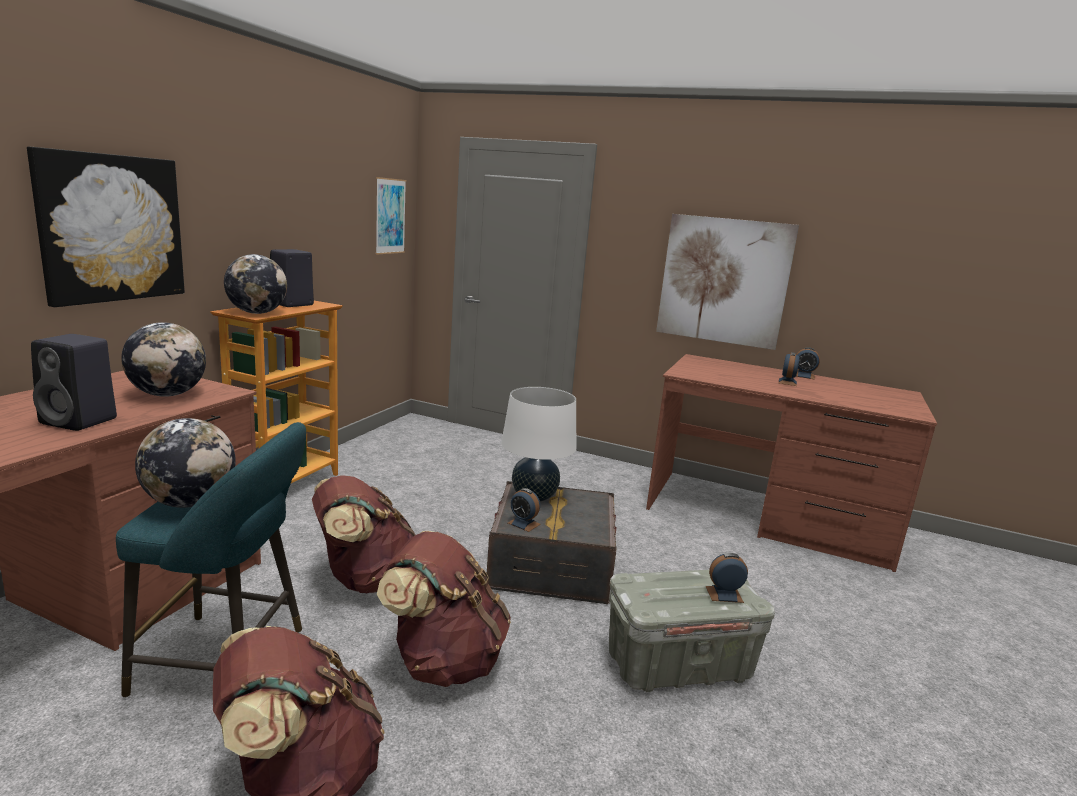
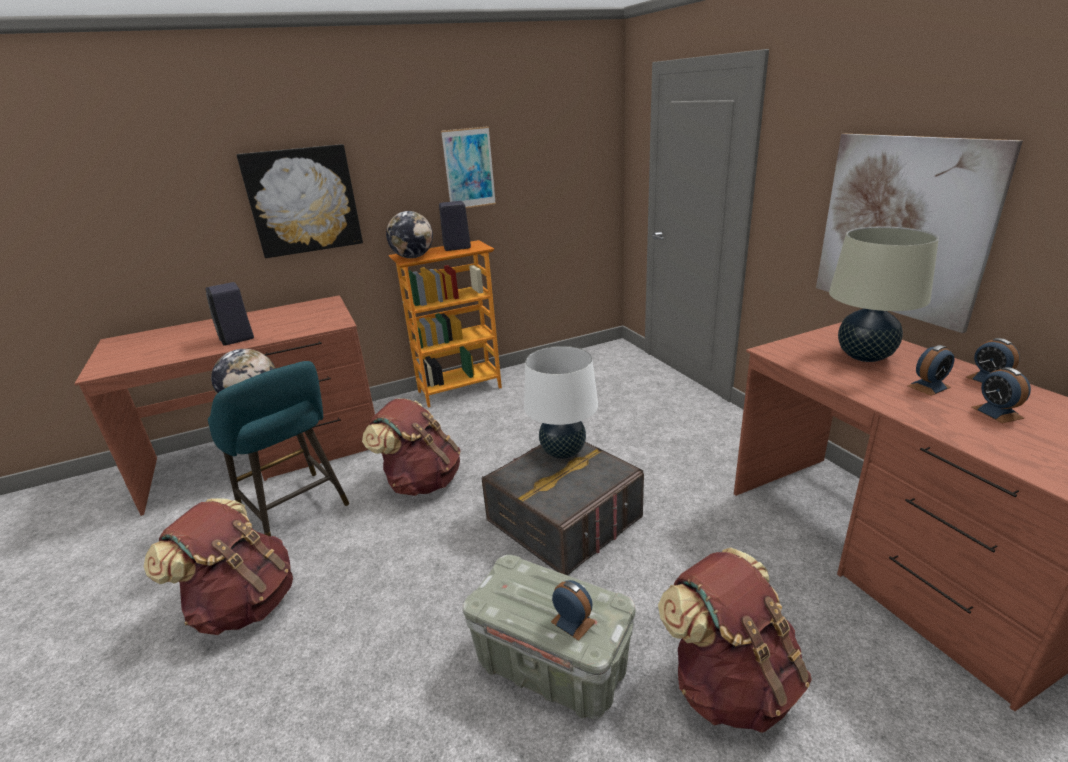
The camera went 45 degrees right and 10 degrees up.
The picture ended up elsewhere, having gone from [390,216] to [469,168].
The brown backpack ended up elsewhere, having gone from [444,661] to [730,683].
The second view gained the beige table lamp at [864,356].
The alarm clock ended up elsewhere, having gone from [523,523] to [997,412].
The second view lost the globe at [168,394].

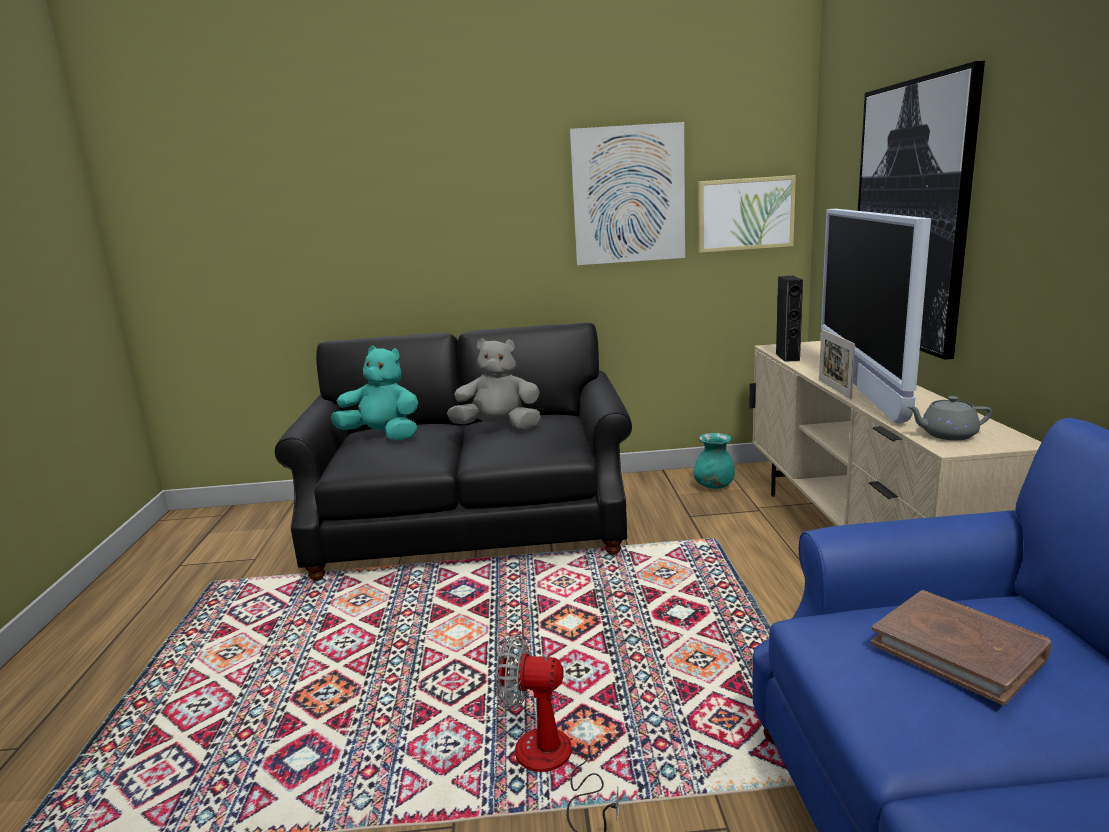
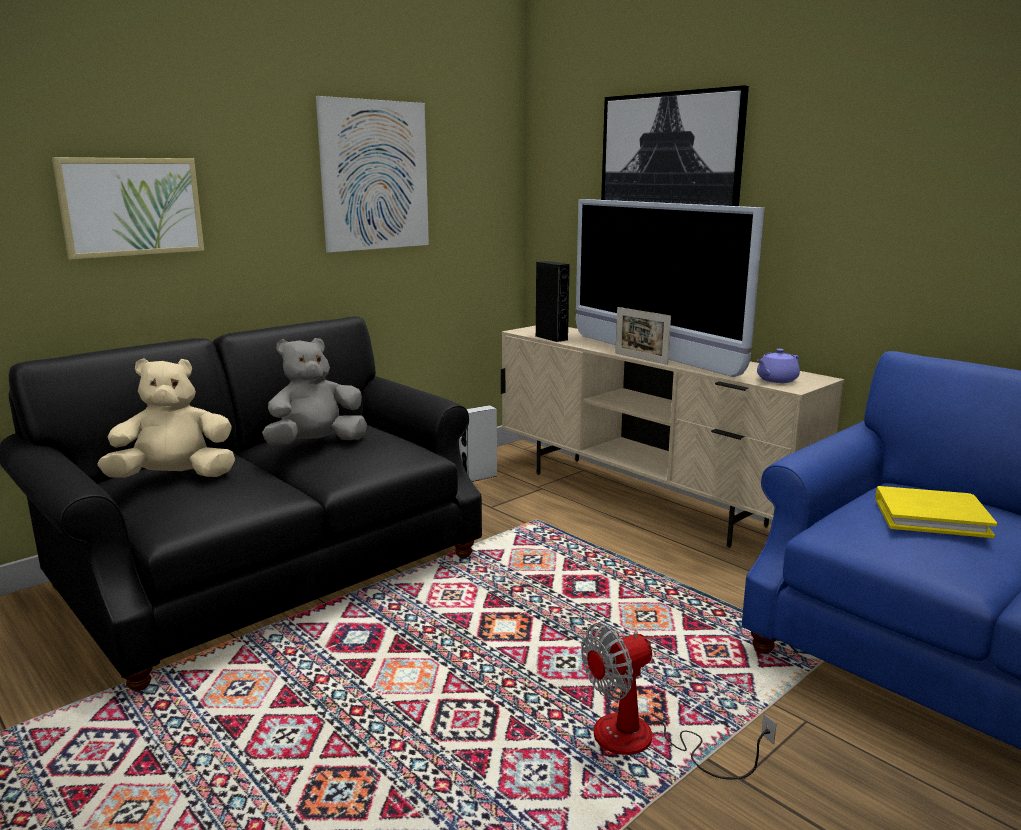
The camera went 40 degrees left and 0 degrees up.
The picture ended up elsewhere, having gone from [745,214] to [131,207].
What was the turquoise plush toy at [383,436] turned into the beige plush toy at [175,478].
Where the turquoise vase stood at [713,486], the grey speaker came to stand at [479,477].
What was the grey teapot at [947,435] turned into the purple teapot at [776,380].
What was the brown book at [958,649] turned into the yellow book at [931,517].

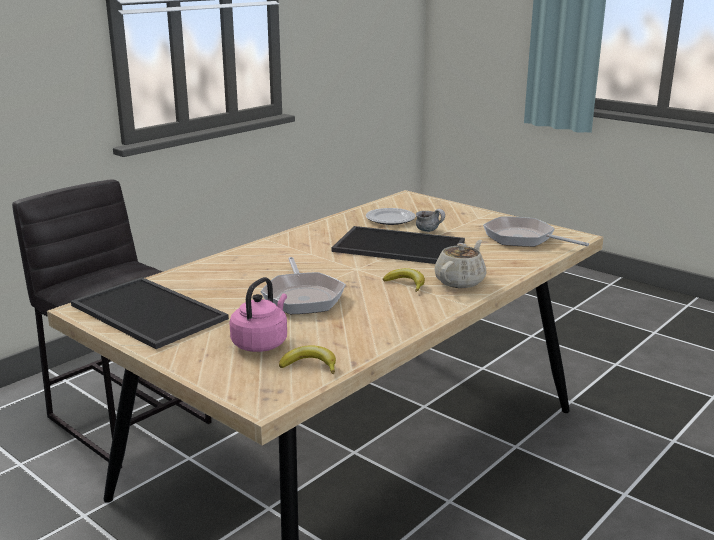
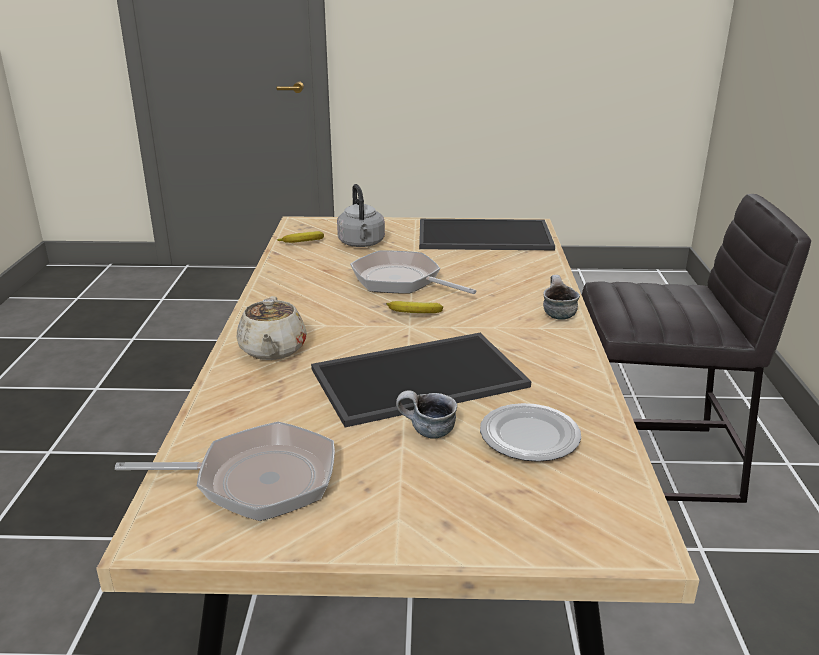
The camera went 140 degrees right and 5 degrees up.
What was the pink kettle at [261,343] turned into the grey kettle at [361,244].
The banana ended up elsewhere, having gone from [406,284] to [414,313].
The second view gained the mug at [556,314].

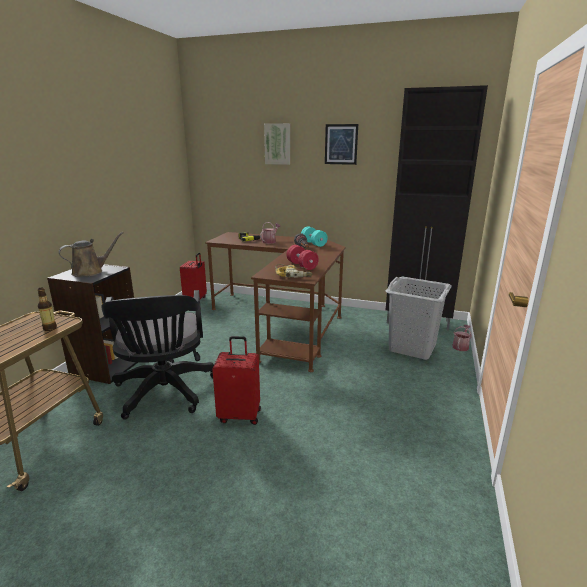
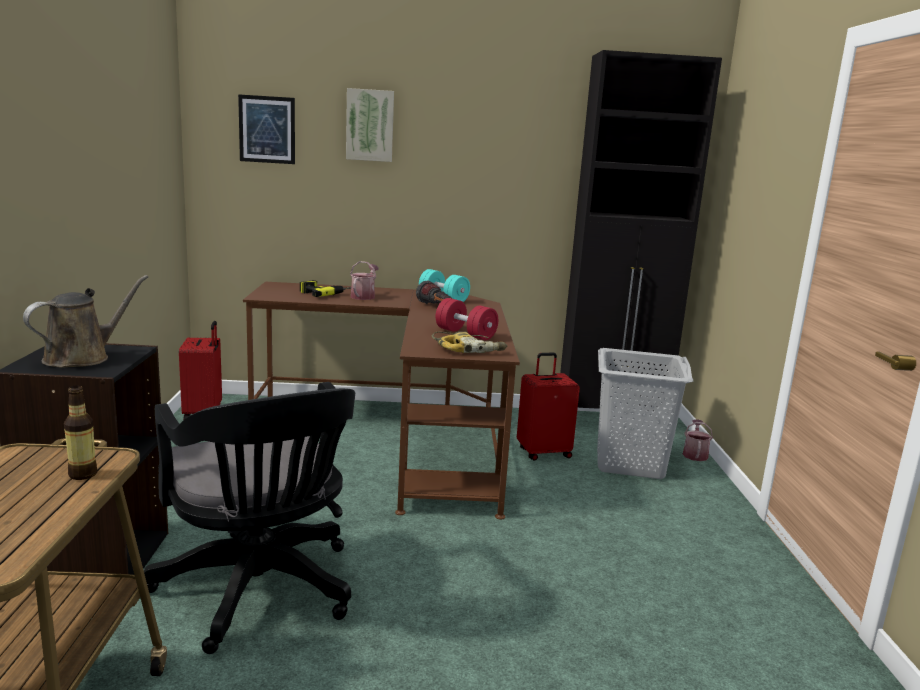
The camera went 20 degrees left and 5 degrees down.
The picture ended up elsewhere, having gone from [341,144] to [267,129].
The red suitcase ended up elsewhere, having gone from [240,415] to [543,452].

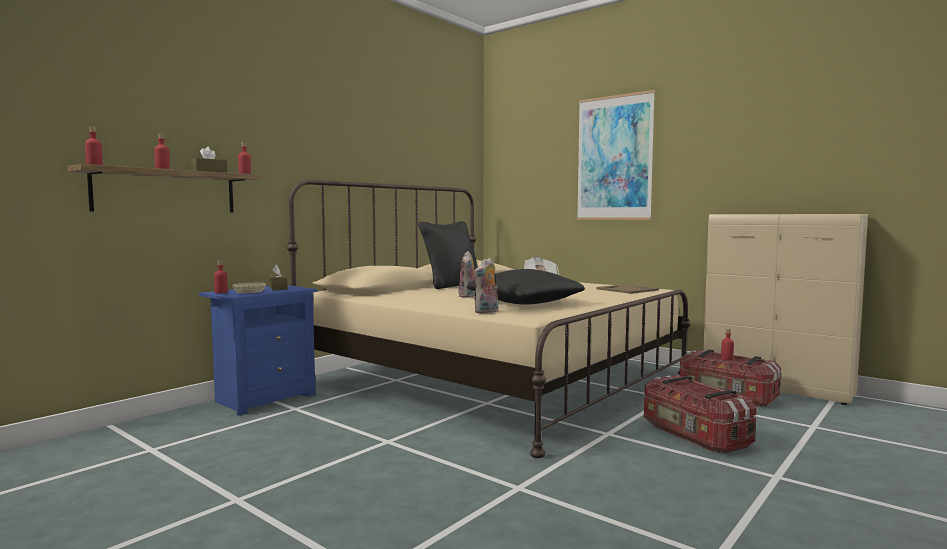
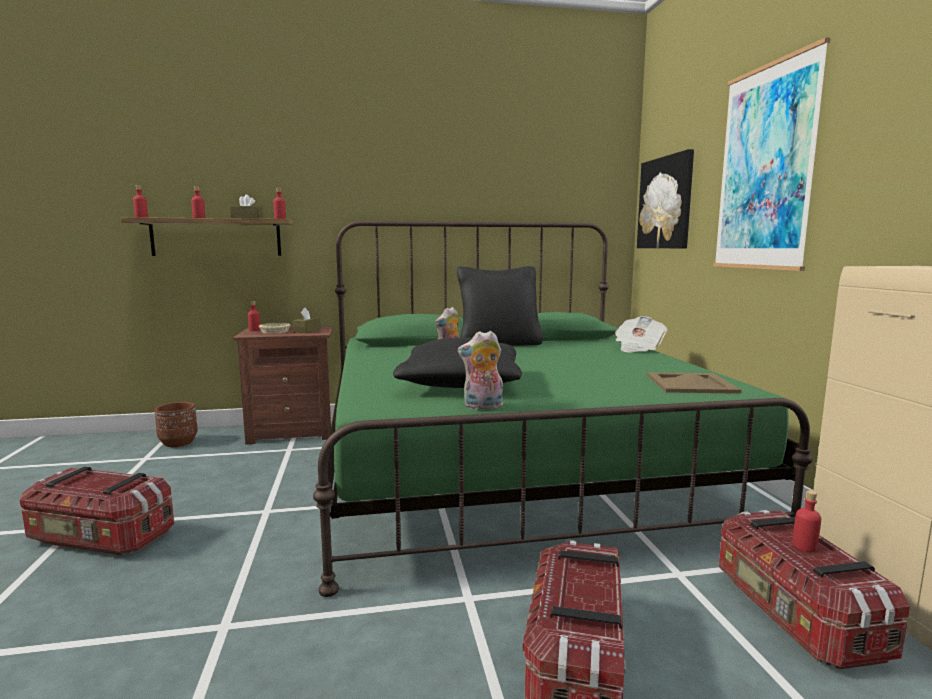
The camera went 40 degrees right and 5 degrees up.
The second view gained the storage box at [100,538].
The second view gained the brown planter at [178,443].
What was the blue nightstand at [263,398] turned into the brown nightstand at [293,432].
What was the beige bed at [493,379] turned into the green bed at [511,467].
The plush toy ended up elsewhere, having gone from [486,312] to [482,407].
The second view gained the picture at [665,203].

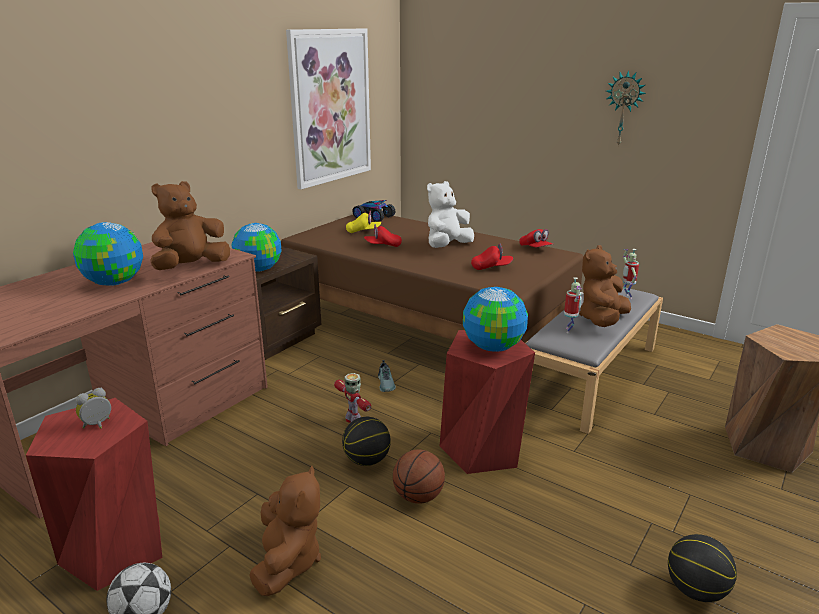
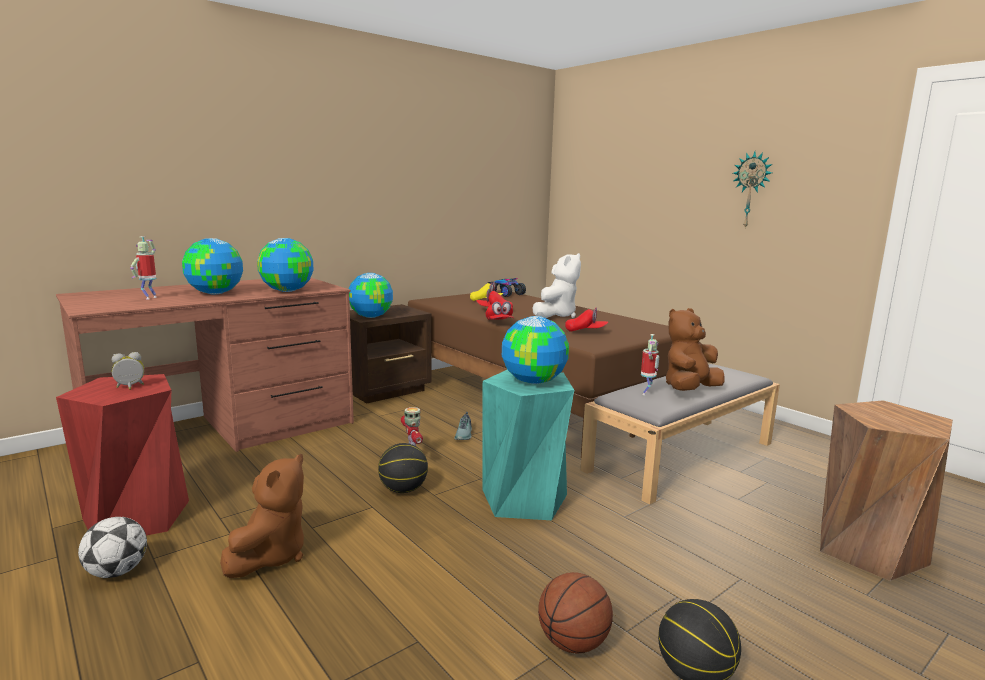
The camera went 15 degrees right and 10 degrees down.
The toy robot ended up elsewhere, having gone from [626,297] to [149,298].
Where the brown plush toy stood at [191,267], the globe came to stand at [287,291].
What was the red stool at [482,449] turned into the turquoise stool at [524,499].
The red cap ended up elsewhere, having gone from [535,248] to [499,322].
The white plush toy at [447,246] ended up facing another way, 150 degrees clockwise from before.
The basketball ended up elsewhere, having gone from [418,497] to [572,643].
The second view lost the picture at [330,107].

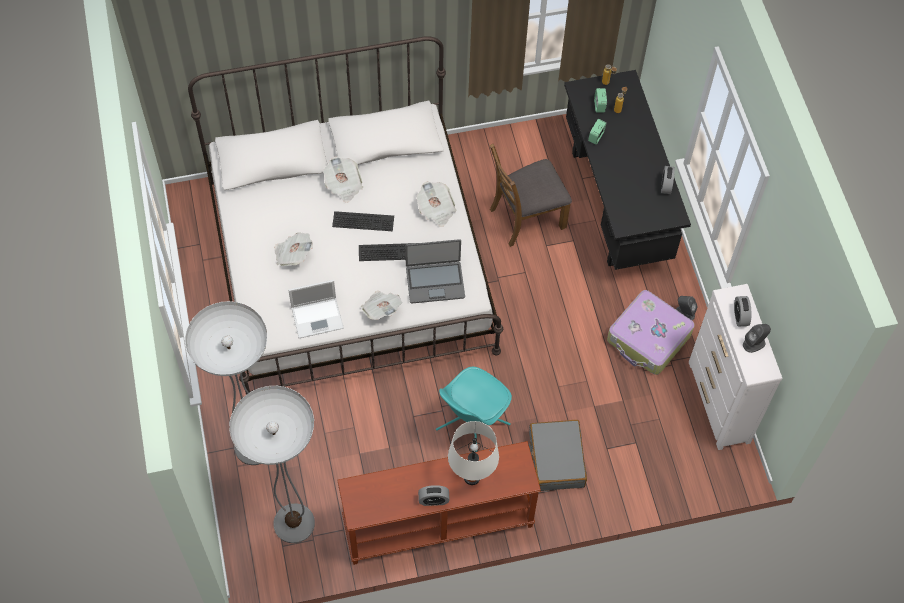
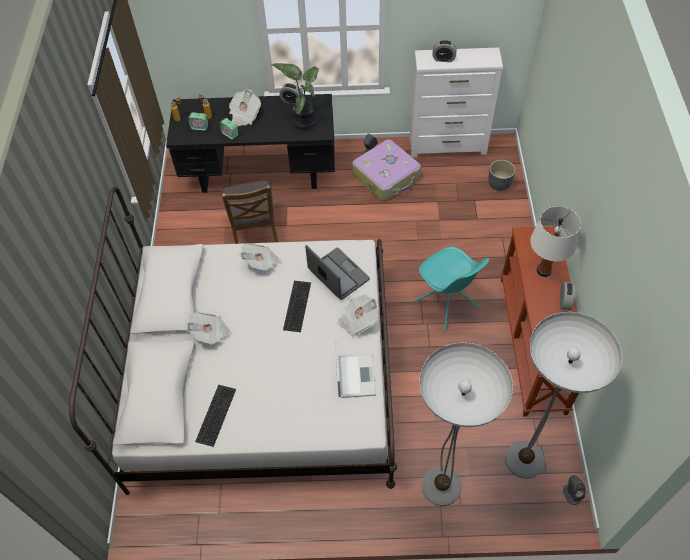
The camera went 75 degrees left and 5 degrees down.
The keyboard ended up elsewhere, having gone from [364,220] to [215,414].
The newspaper ended up elsewhere, having gone from [293,255] to [244,115].
The second view gained the potted plant at [304,120].
The laptop at [435,282] ended up facing another way, 45 degrees counterclockwise from before.
The second view gained the grey planter at [499,184].
The grey speaker ended up elsewhere, having gone from [754,343] to [571,494].
The second view lost the grey suitcase at [556,460].

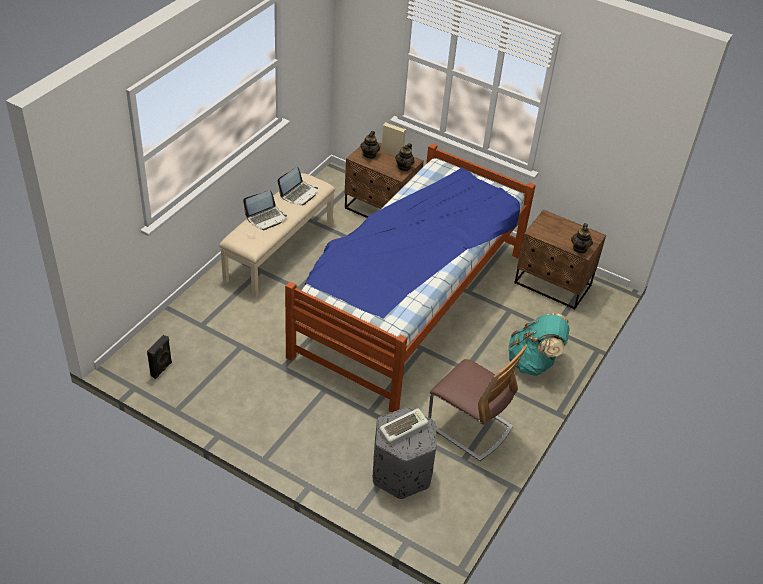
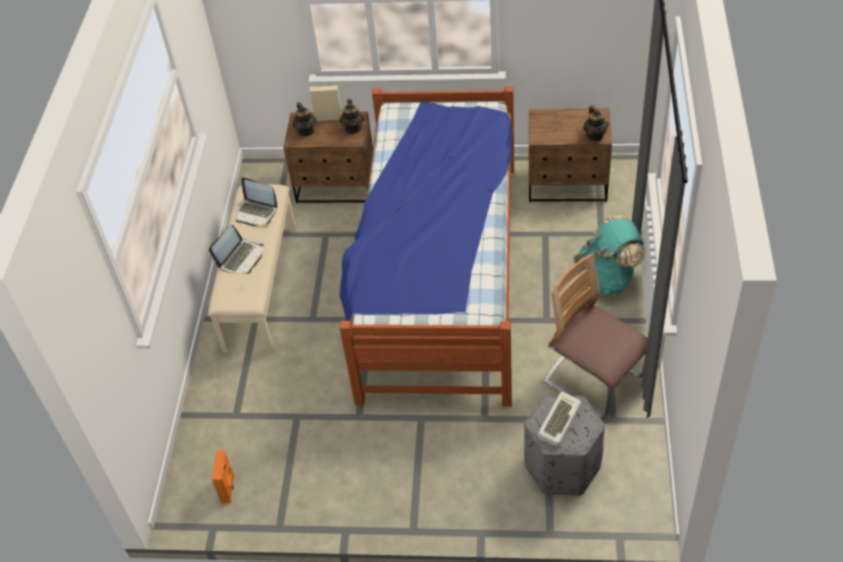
The camera went 20 degrees left and 5 degrees up.
What was the black speaker at [162,369] turned into the orange speaker at [228,489].
The laptop at [299,194] ended up facing another way, 105 degrees clockwise from before.
The chair at [469,427] ended up facing another way, 150 degrees counterclockwise from before.

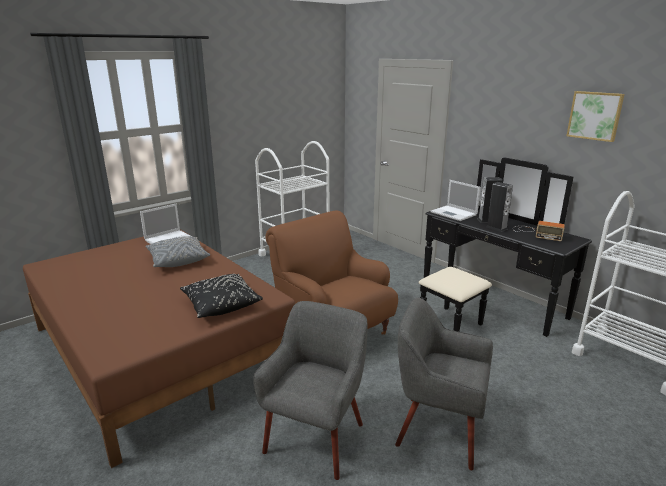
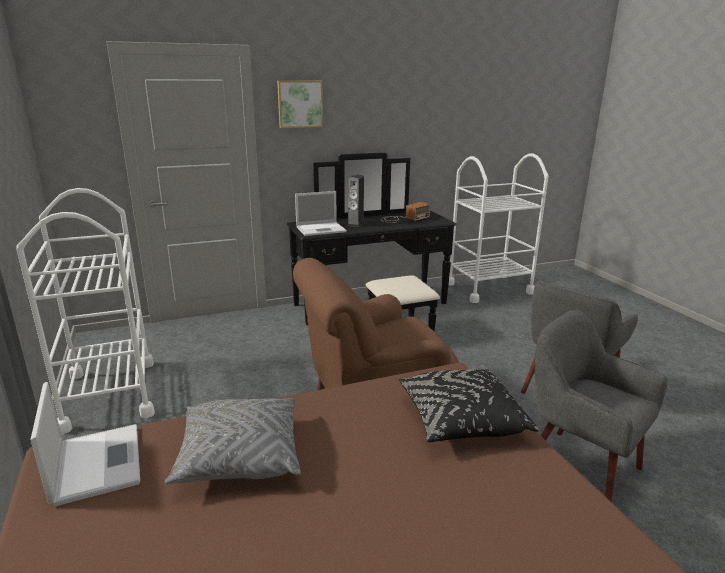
The camera went 70 degrees left and 0 degrees up.
The picture ended up elsewhere, having gone from [595,115] to [300,104].
The second view lost the speaker at [496,228].

